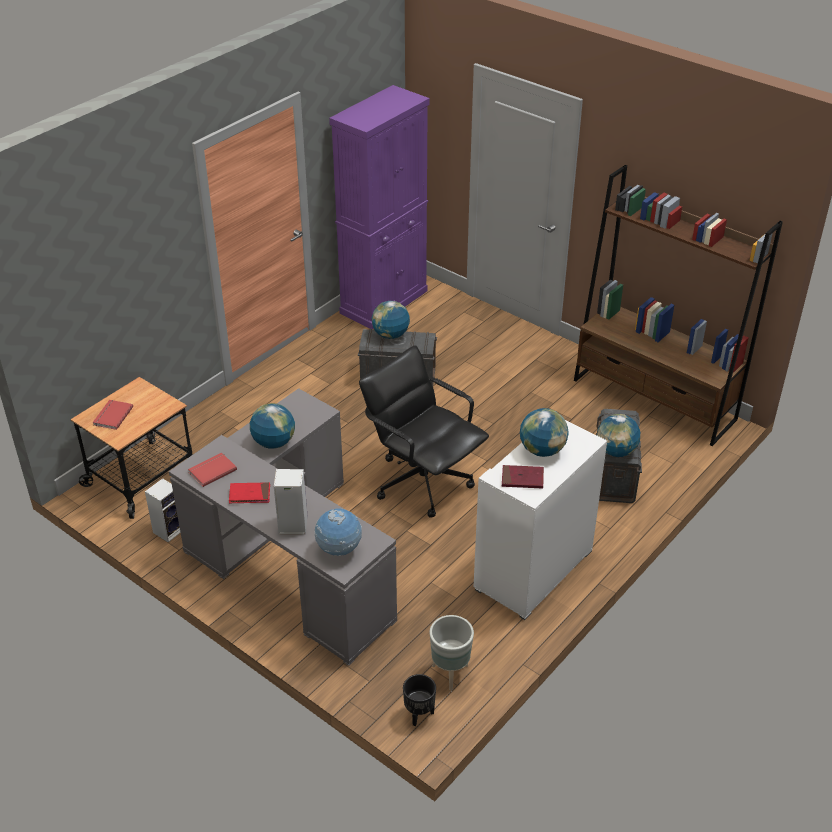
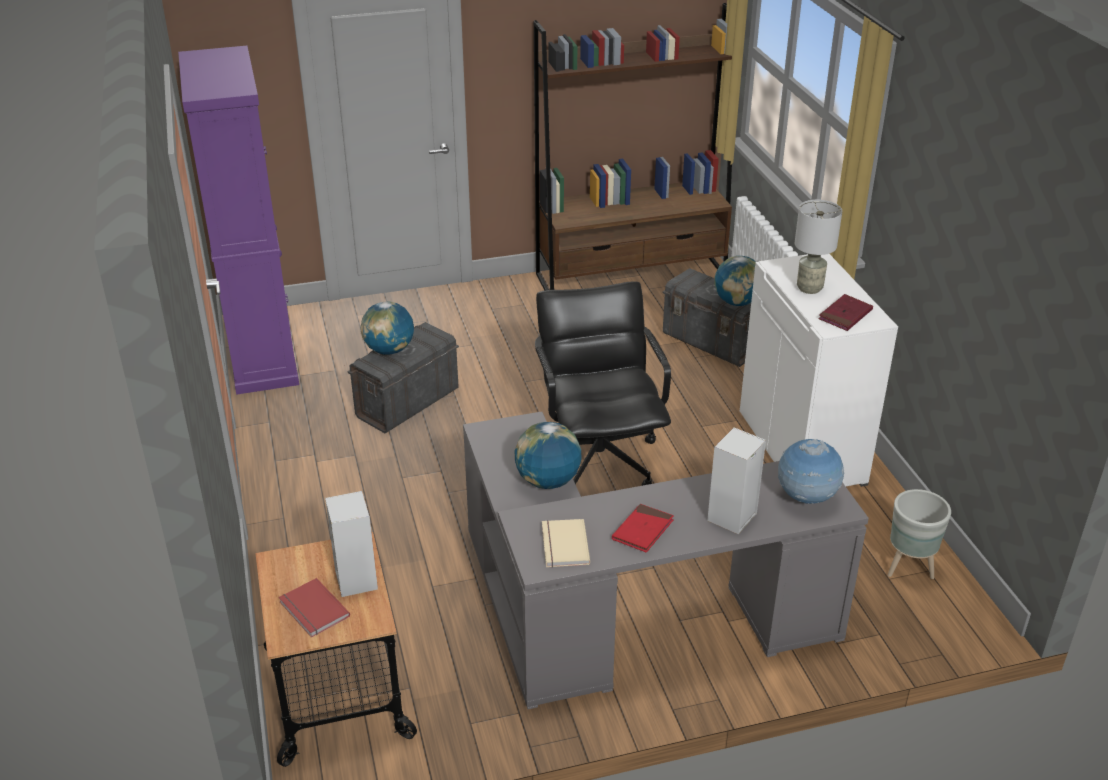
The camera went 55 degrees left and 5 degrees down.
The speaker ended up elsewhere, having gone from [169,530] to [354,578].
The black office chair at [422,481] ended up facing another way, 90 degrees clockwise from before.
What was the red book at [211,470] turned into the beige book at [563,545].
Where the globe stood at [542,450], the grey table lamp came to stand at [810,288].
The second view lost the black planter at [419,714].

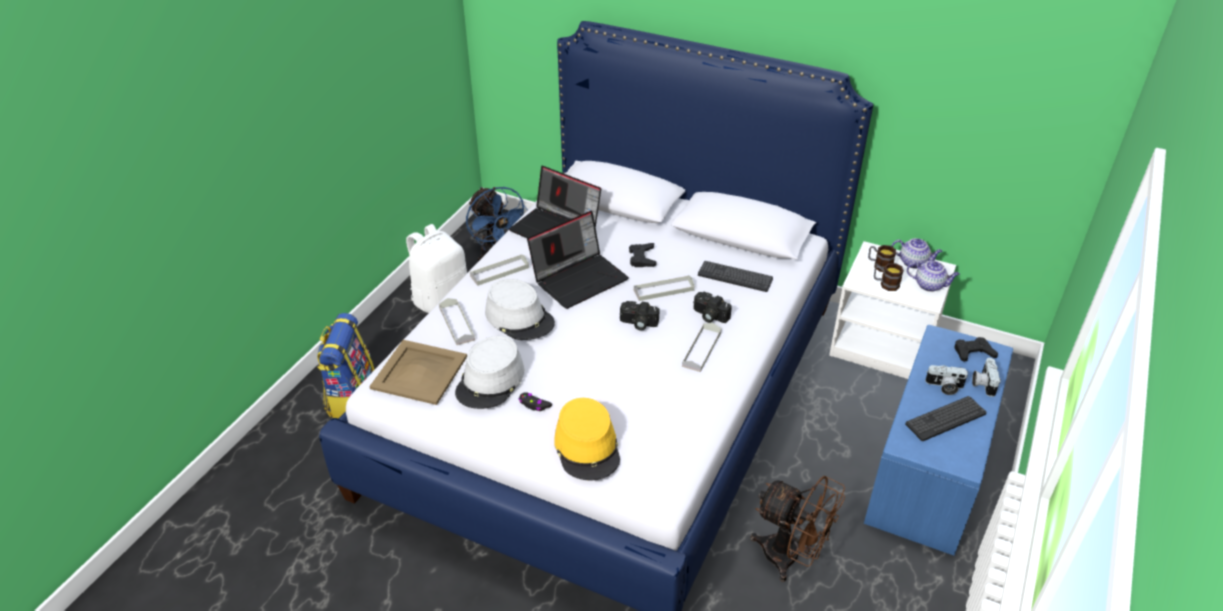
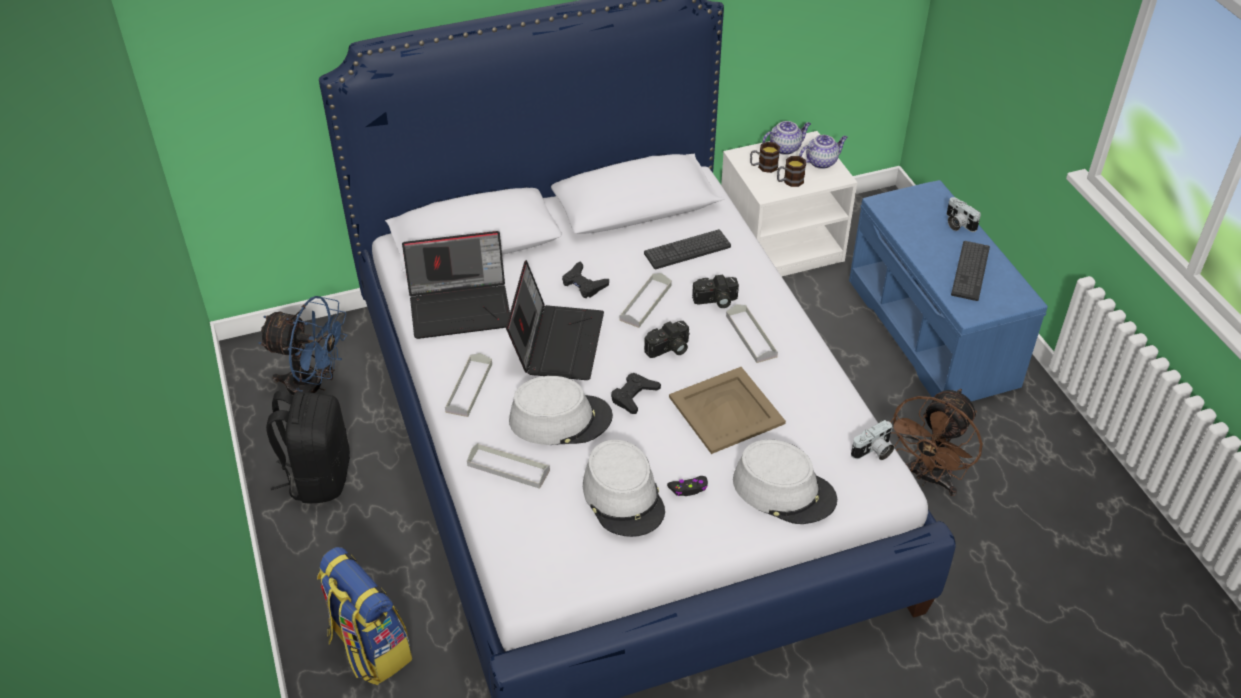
The camera went 45 degrees left and 5 degrees up.
What was the white backpack at [440,298] turned into the black backpack at [318,476].
The black game controller ended up elsewhere, having gone from [973,352] to [634,396].
The beige tray ended up elsewhere, having gone from [418,372] to [726,411].
What was the yellow hat at [587,447] turned into the grey hat at [784,490].
The photo camera ended up elsewhere, having gone from [944,387] to [873,452].
The brown fan at [790,558] ended up facing another way, 135 degrees clockwise from before.

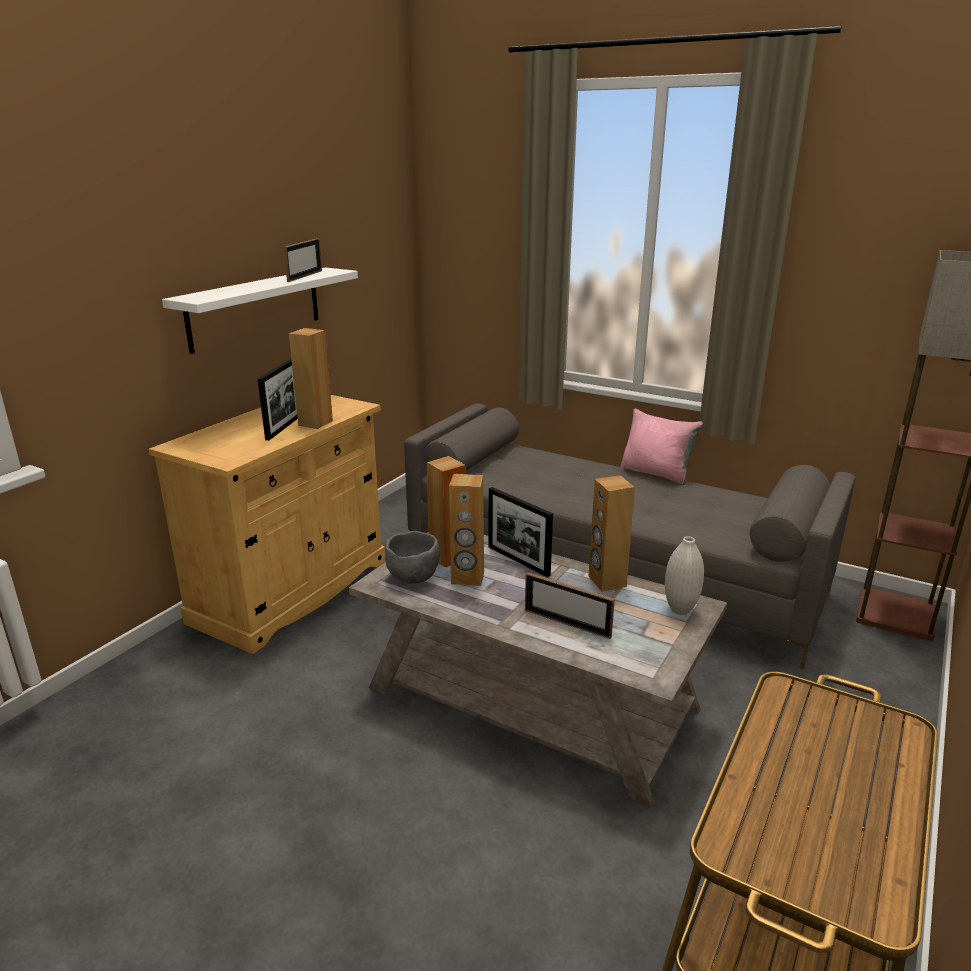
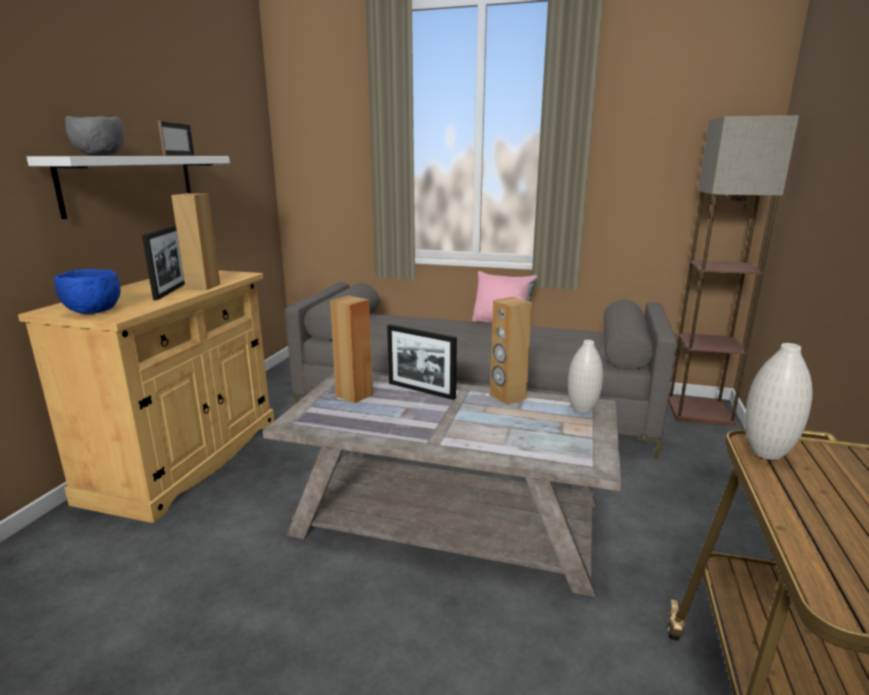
The camera went 15 degrees left and 5 degrees down.
The second view gained the blue bowl at [92,312].
The grey bowl ended up elsewhere, having gone from [412,576] to [100,155].
The second view gained the white vase at [766,453].
The second view lost the brown speaker at [467,578].
The second view lost the picture frame at [567,623].

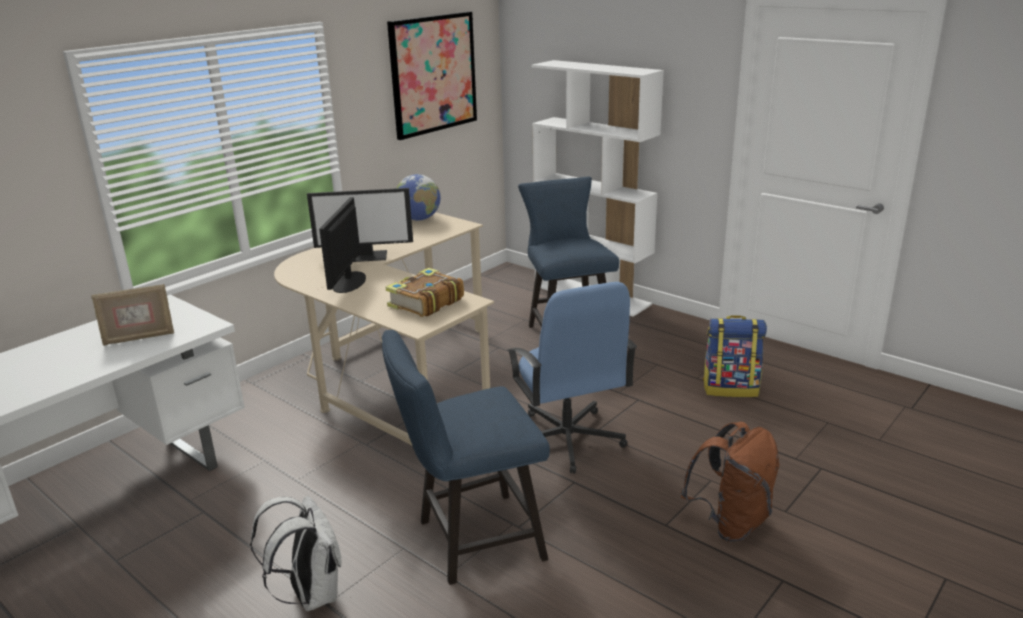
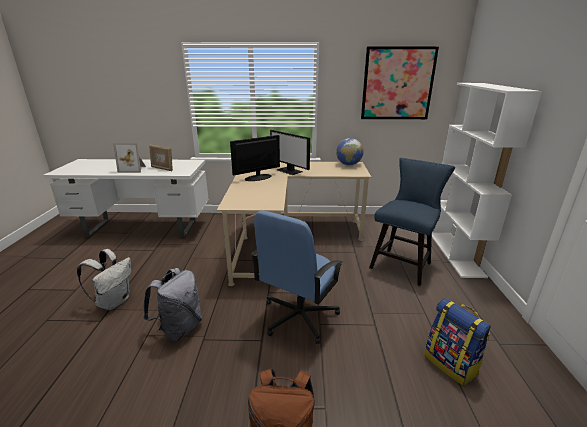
The camera went 50 degrees right and 0 degrees up.
The second view gained the picture frame at [133,169].
Where the blue chair stood at [471,541], the grey backpack came to stand at [179,328].
The second view lost the book at [425,303].

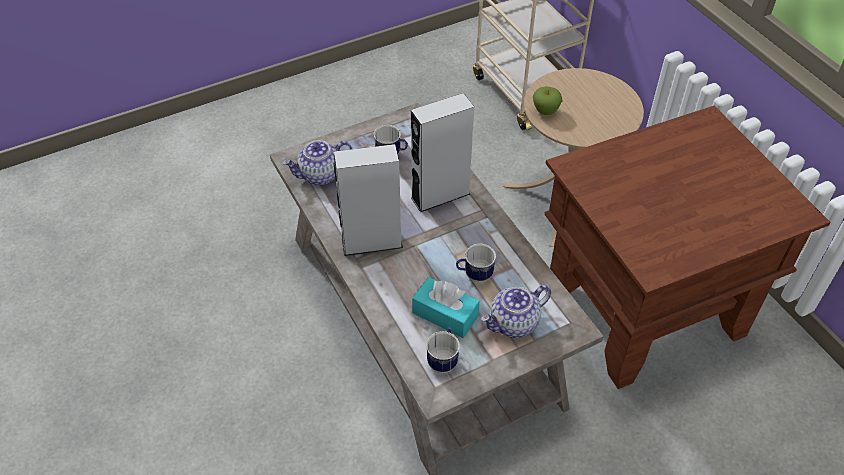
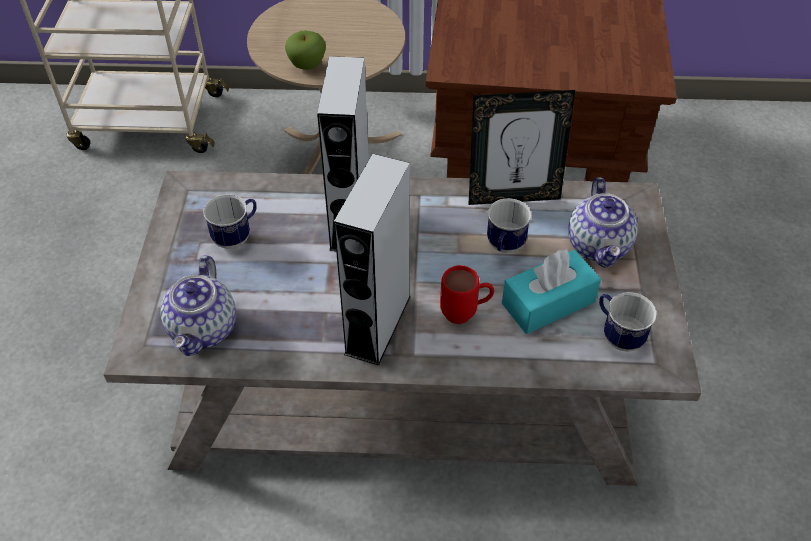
The camera went 60 degrees left and 0 degrees up.
The second view gained the red mug at [465,314].
The second view gained the picture frame at [513,196].

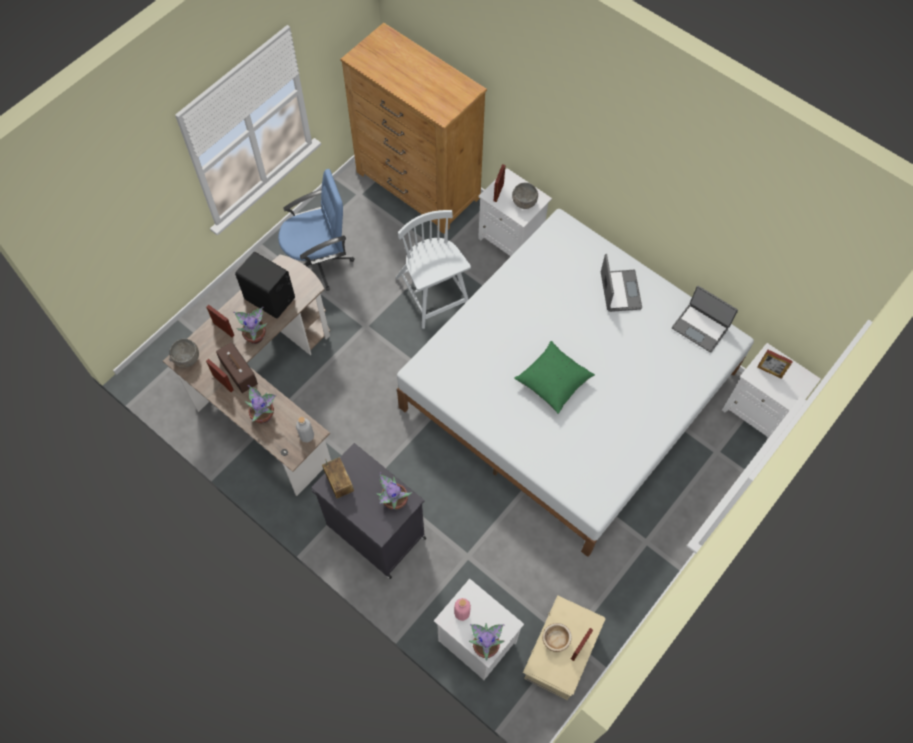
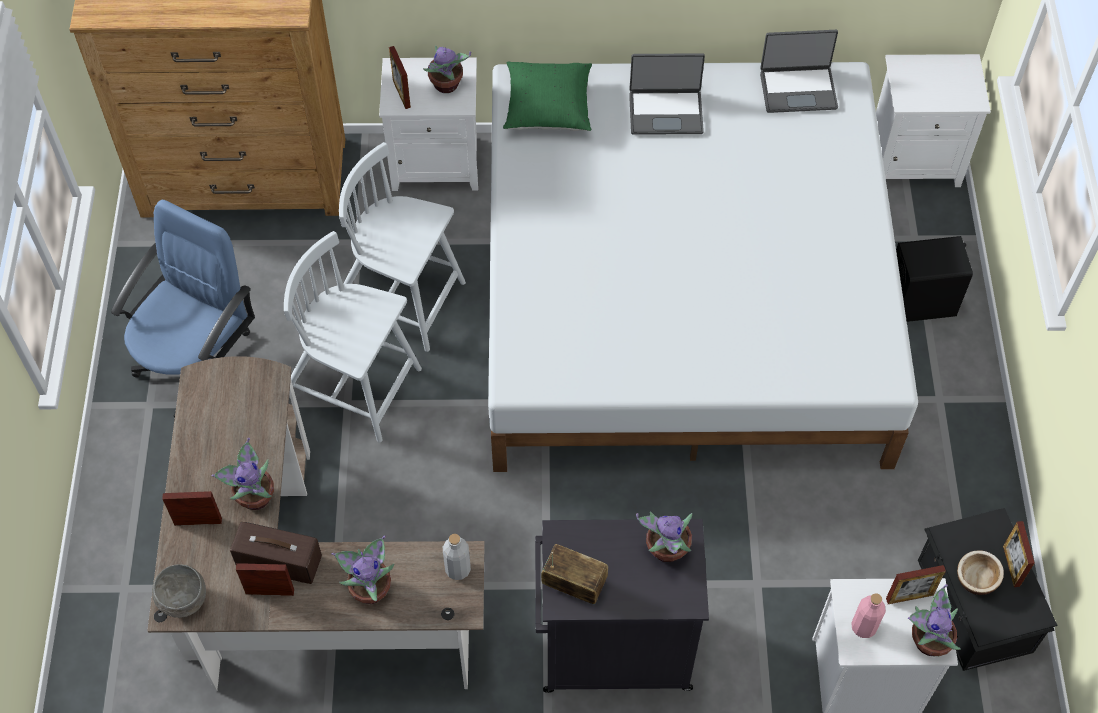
The camera went 40 degrees left and 5 degrees down.
The second view gained the white chair at [353,386].
Where the grey bowl stood at [523,202], the potted plant came to stand at [446,85].
The green pillow ended up elsewhere, having gone from [553,382] to [548,108].
The laptop at [619,291] ended up facing another way, 135 degrees clockwise from before.
The picture frame ended up elsewhere, having gone from [769,371] to [909,597].
The black speaker ended up elsewhere, having gone from [270,298] to [920,301].
What was the beige storage box at [559,653] turned into the black storage box at [973,607].

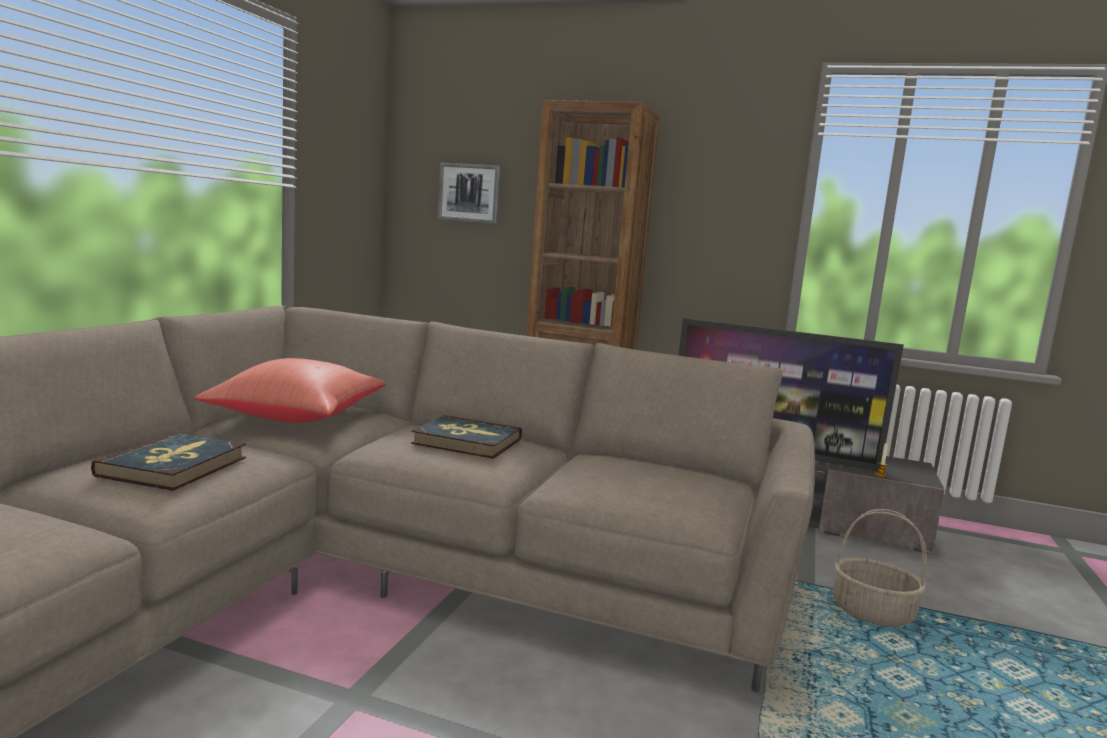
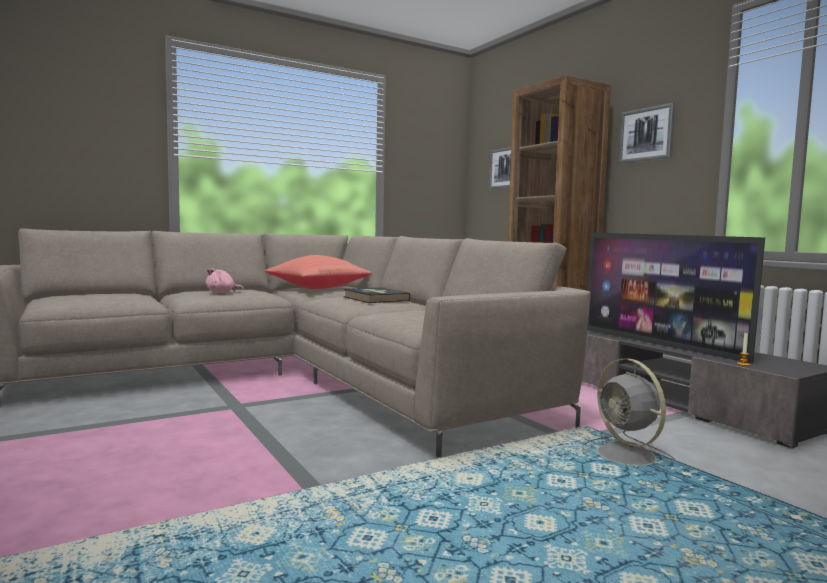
The camera went 40 degrees right and 5 degrees down.
Where the book stood at [174,467], the pink plush toy came to stand at [222,292].
Where the basket stood at [873,613], the grey fan came to stand at [628,456].
The second view gained the picture at [646,134].

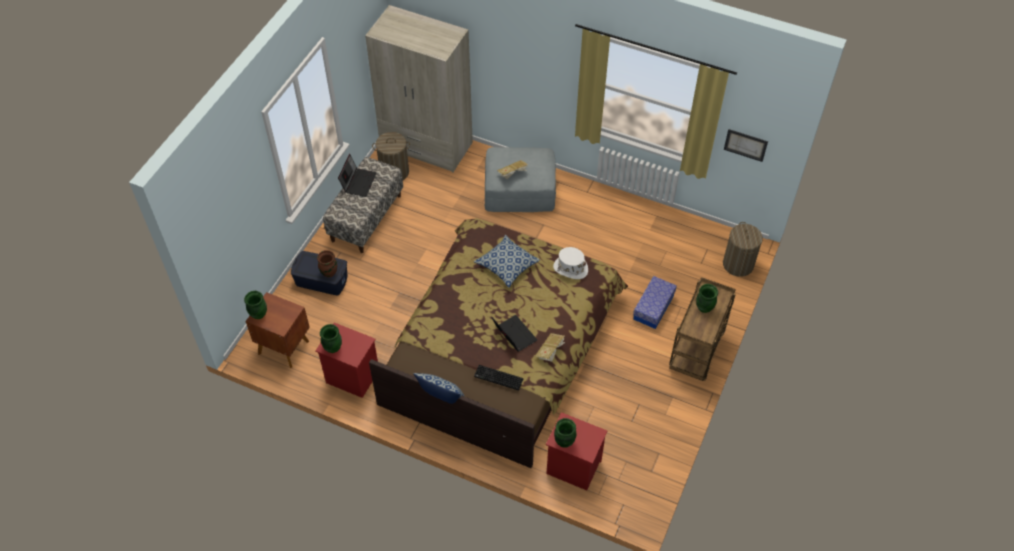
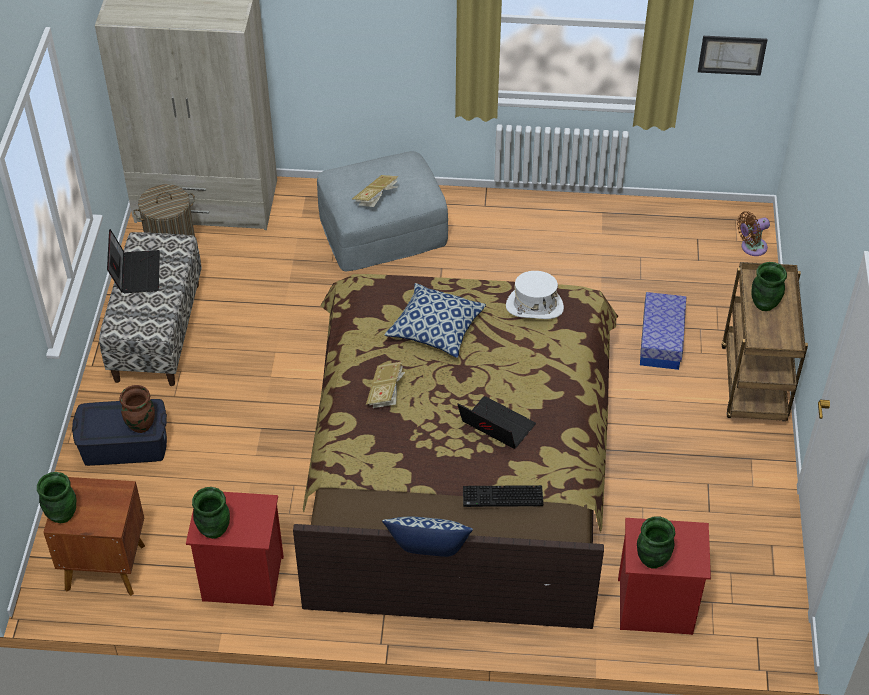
The camera went 20 degrees left and 5 degrees down.
The book ended up elsewhere, having gone from [550,351] to [386,393].
Where the laundry basket stood at [738,264], the brown fan came to stand at [751,247].

